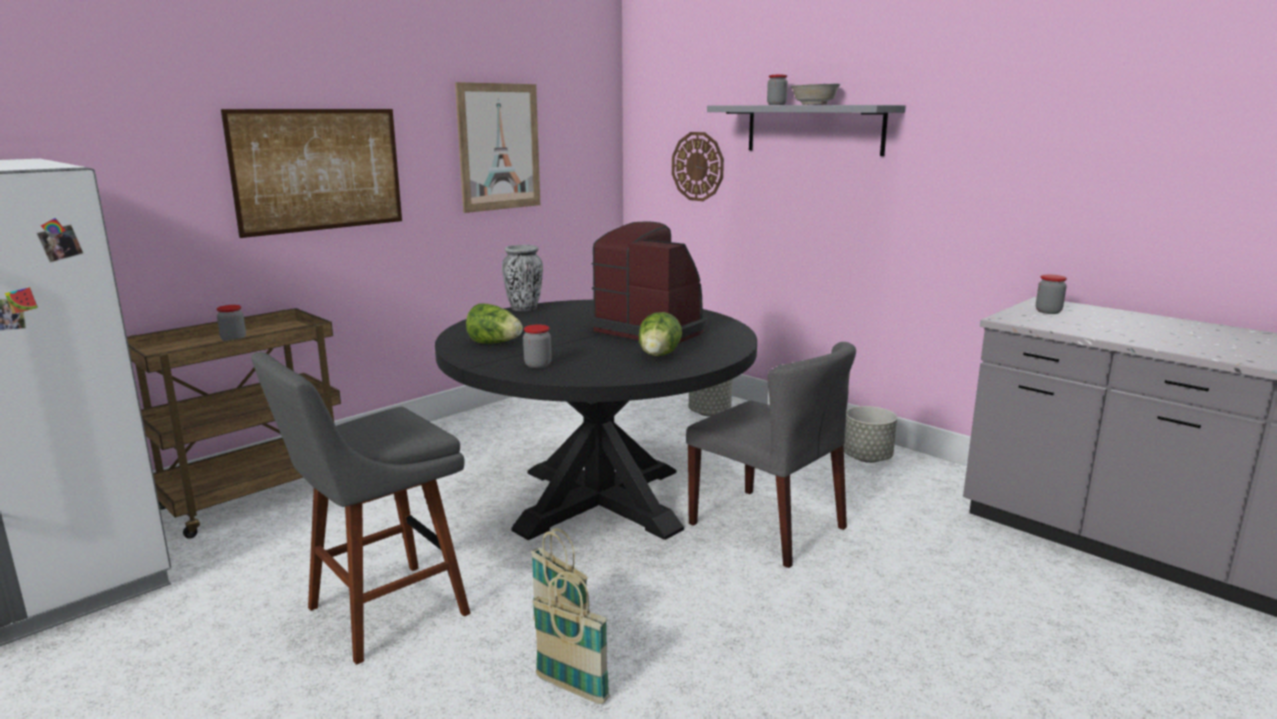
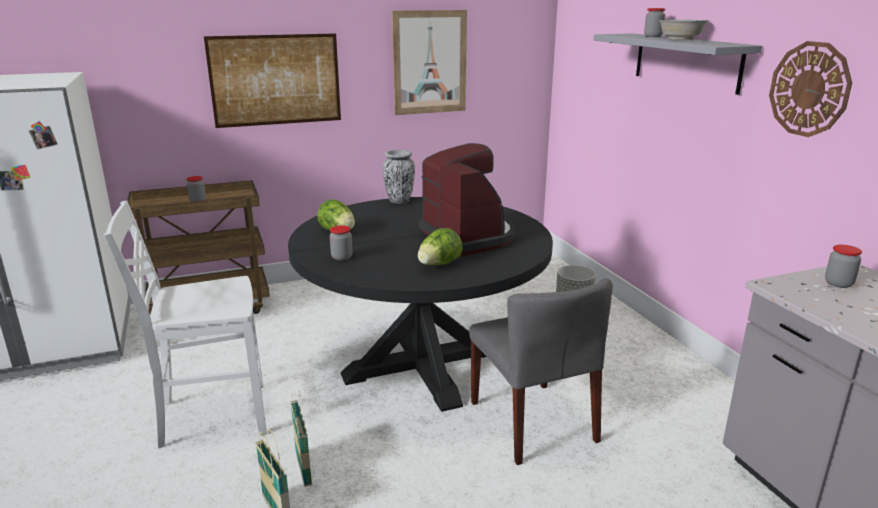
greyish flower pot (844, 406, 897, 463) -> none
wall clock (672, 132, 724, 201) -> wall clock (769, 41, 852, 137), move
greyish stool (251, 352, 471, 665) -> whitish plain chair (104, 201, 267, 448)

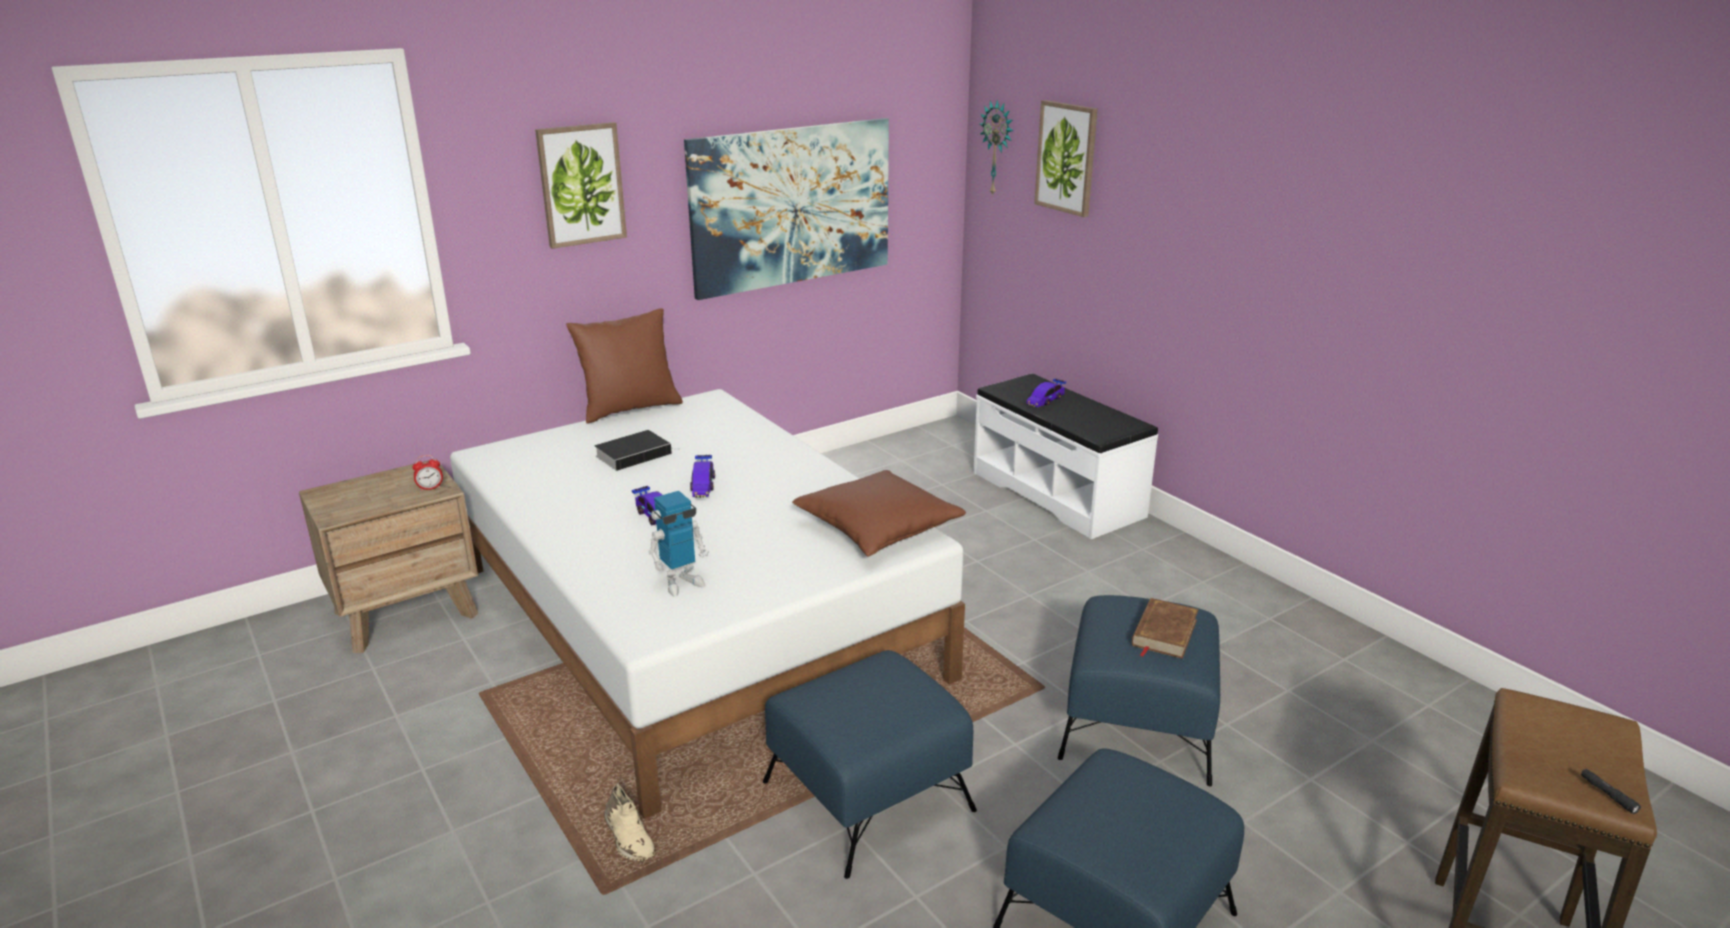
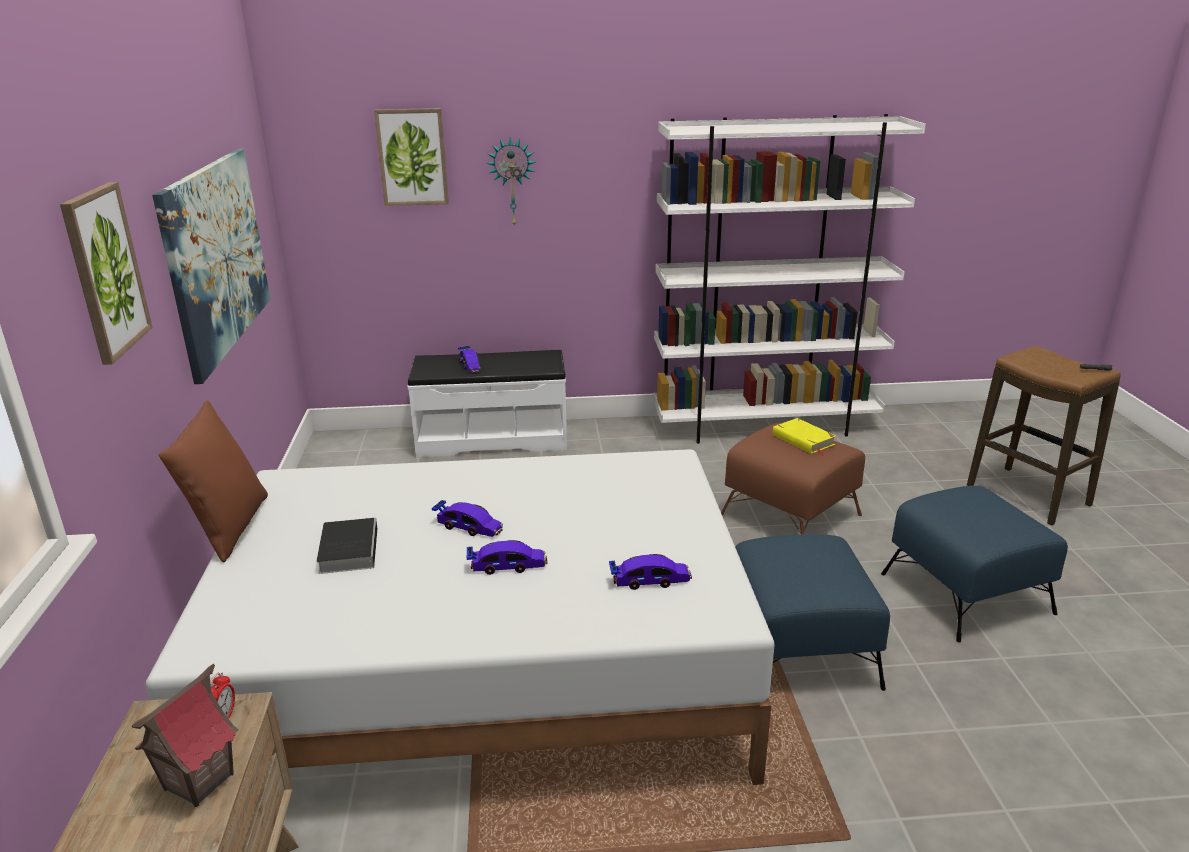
sand-coloured shoe (604, 784, 655, 861) -> none
brownish throw pillow (792, 470, 966, 556) -> none
none -> miniature house (132, 663, 238, 807)
none -> whitish bookcase (653, 114, 926, 444)
wall clock (980, 99, 1013, 197) -> wall clock (486, 137, 536, 228), move
model robot (648, 491, 709, 597) -> model car (609, 554, 692, 590)
blue footrest (1058, 595, 1220, 786) -> brownish footrest (721, 423, 865, 535)
brownish bound book (1132, 598, 1199, 659) -> yellow-coloured bound book (772, 418, 836, 456)

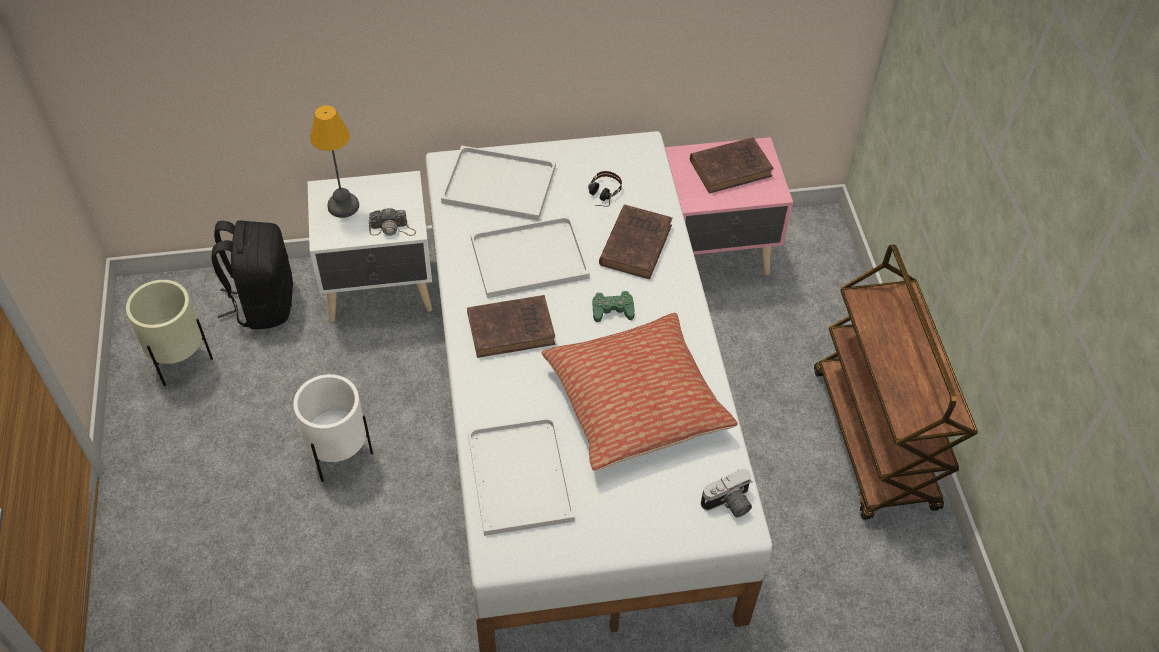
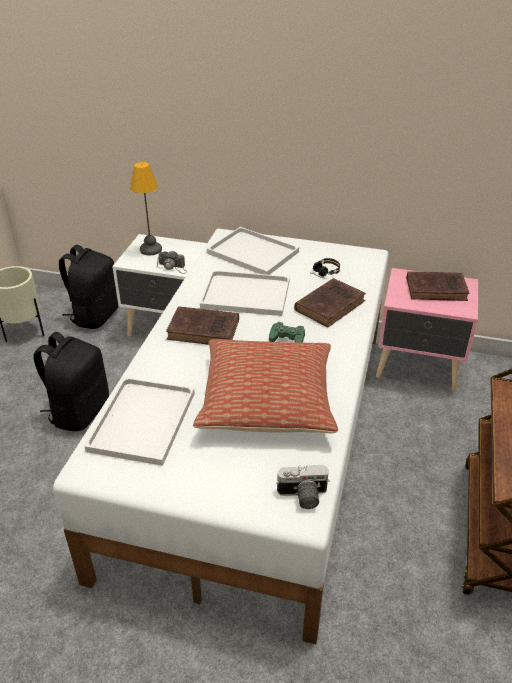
whitish flower pot (293, 374, 373, 482) -> black-coloured rucksack (34, 332, 109, 431)

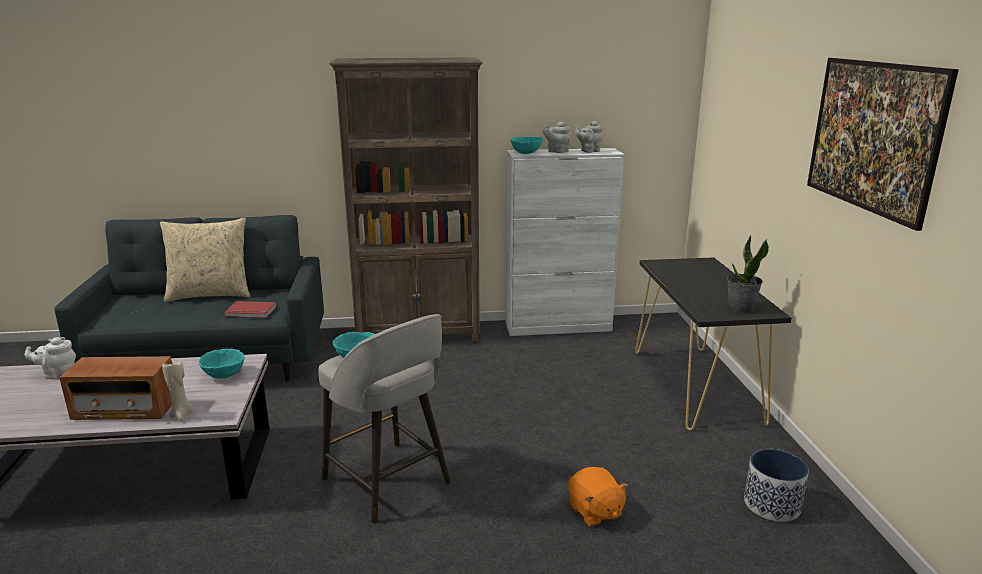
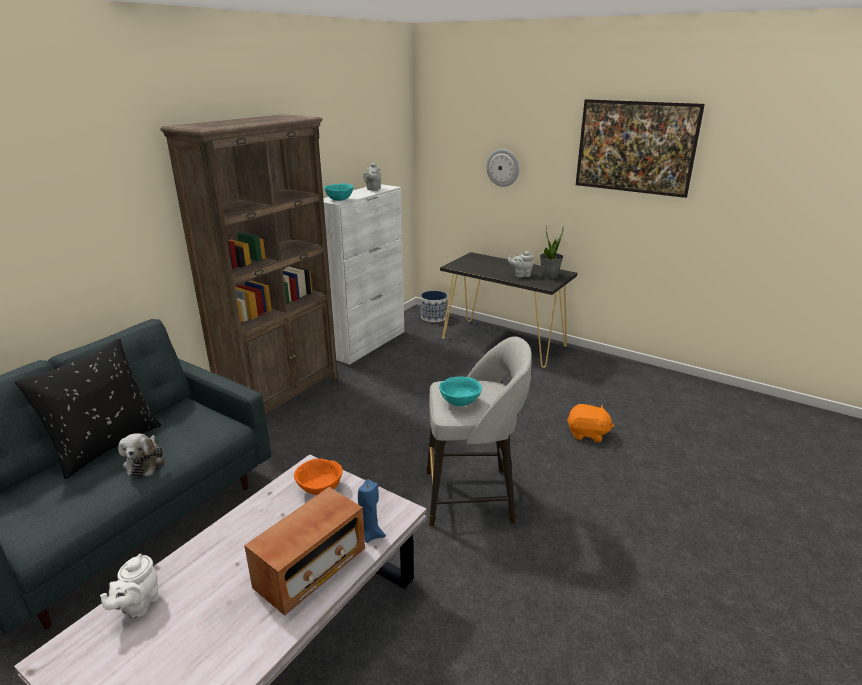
red bound book (224, 301, 277, 318) -> none
none -> soft toy (118, 433, 164, 478)
none -> wall clock (486, 149, 519, 187)
greyish teapot (543, 122, 570, 153) -> greyish teapot (508, 251, 534, 278), move
flower pot (744, 449, 809, 522) -> flower pot (421, 291, 448, 322), move
sand-coloured throw pillow (160, 218, 250, 302) -> black-coloured throw pillow (15, 338, 161, 479)
sand-coloured candle (162, 360, 194, 421) -> blue candle (358, 479, 386, 543)
turquoise bowl (199, 349, 244, 378) -> orangey bowl (294, 459, 343, 495)

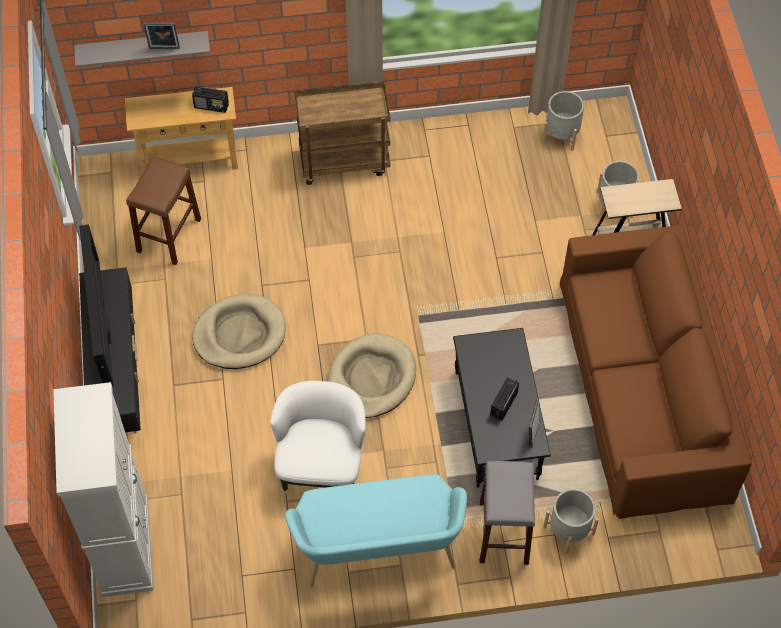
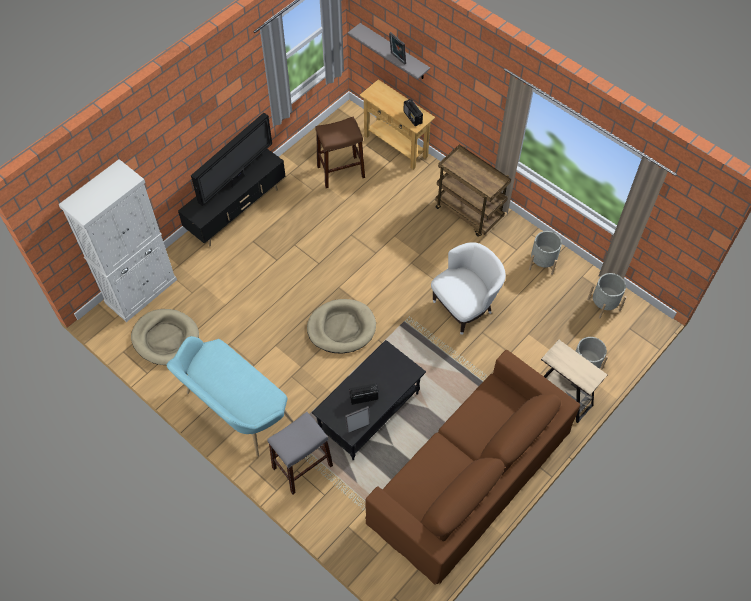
sand-coloured pet bed (192, 294, 286, 369) -> sand-coloured pet bed (131, 309, 199, 365), move
whitish armchair (270, 381, 366, 494) -> whitish armchair (431, 242, 506, 335), move
greyish flower pot (543, 489, 599, 554) -> greyish flower pot (529, 231, 562, 275), move

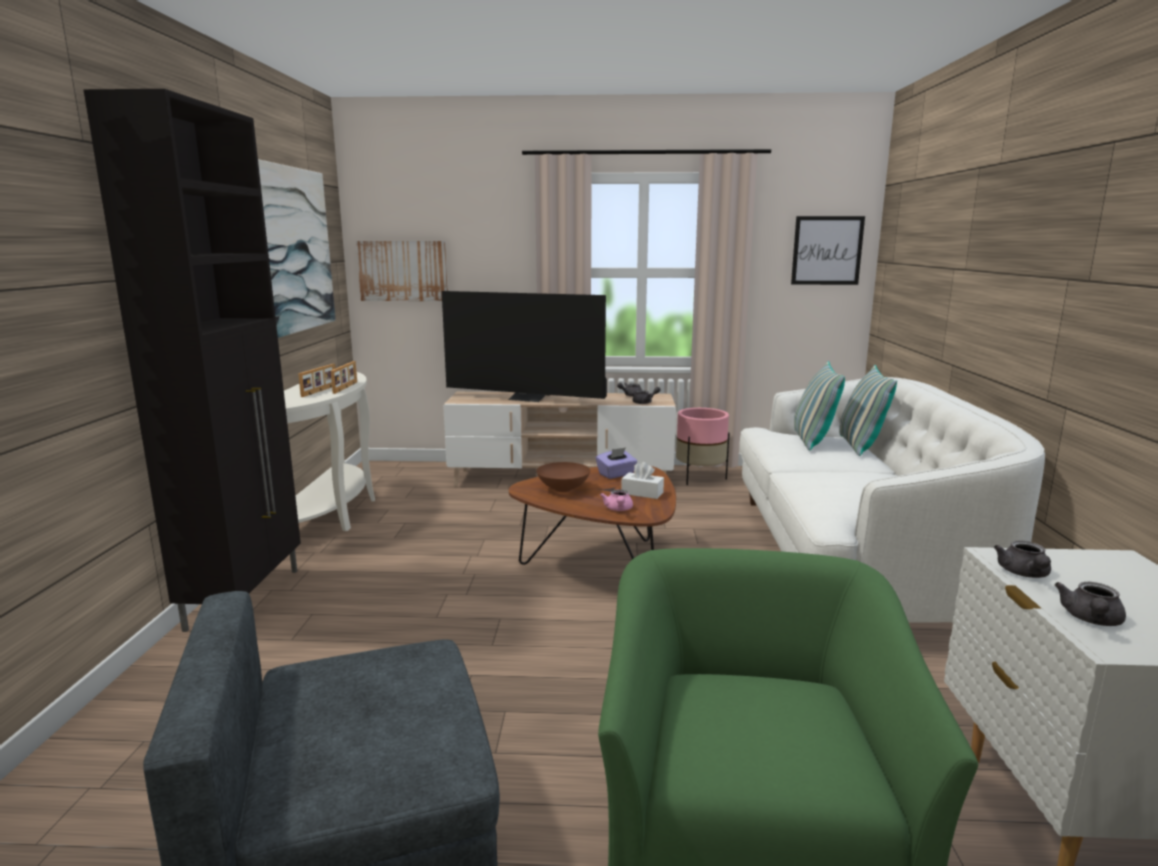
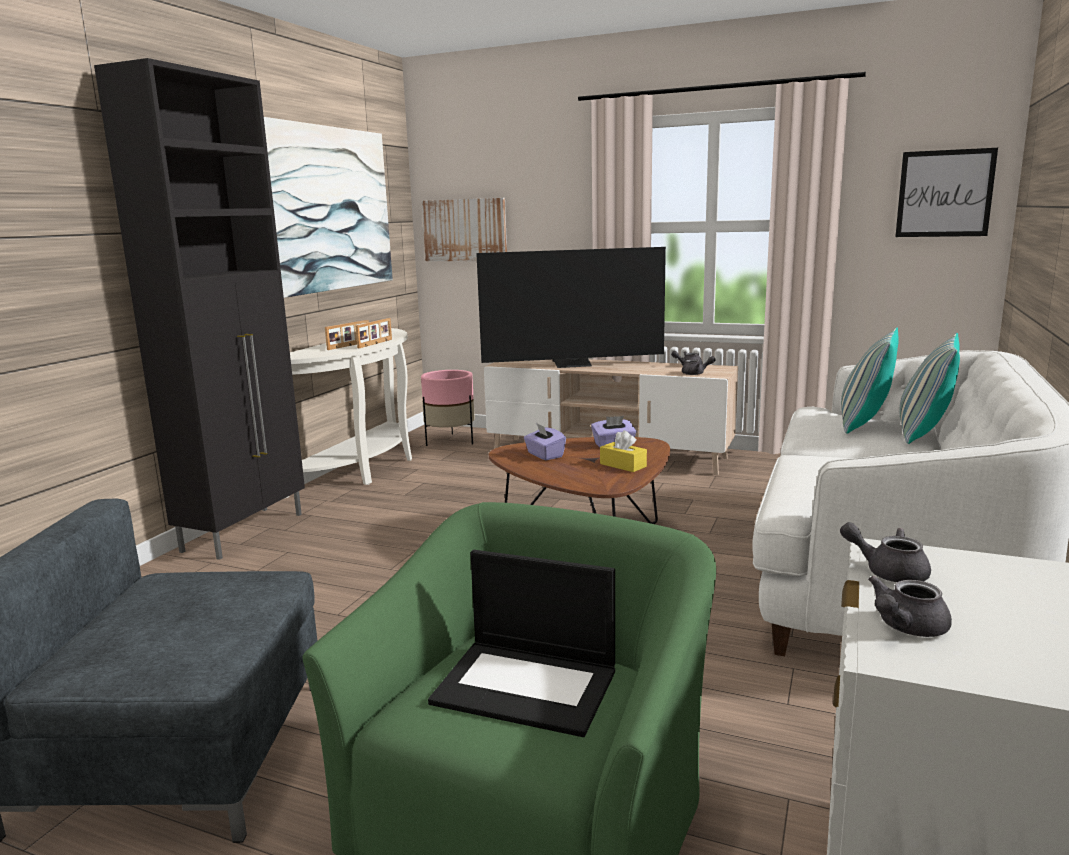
pink-coloured teapot (600, 489, 633, 511) -> none
none -> portable computer (428, 550, 615, 737)
pink-coloured flower pot (676, 408, 729, 485) -> pink-coloured flower pot (421, 370, 475, 446), move
brownish bowl (537, 462, 590, 492) -> purple tissue holder (524, 423, 566, 460)
whitish tissue holder (621, 462, 664, 499) -> yellow-coloured tissue holder (600, 430, 647, 472)
TV set (442, 291, 607, 402) -> TV set (476, 247, 666, 368), 45 degrees counterclockwise
greyish teapot (994, 540, 1051, 578) -> greyish teapot (840, 522, 931, 582), 90 degrees clockwise

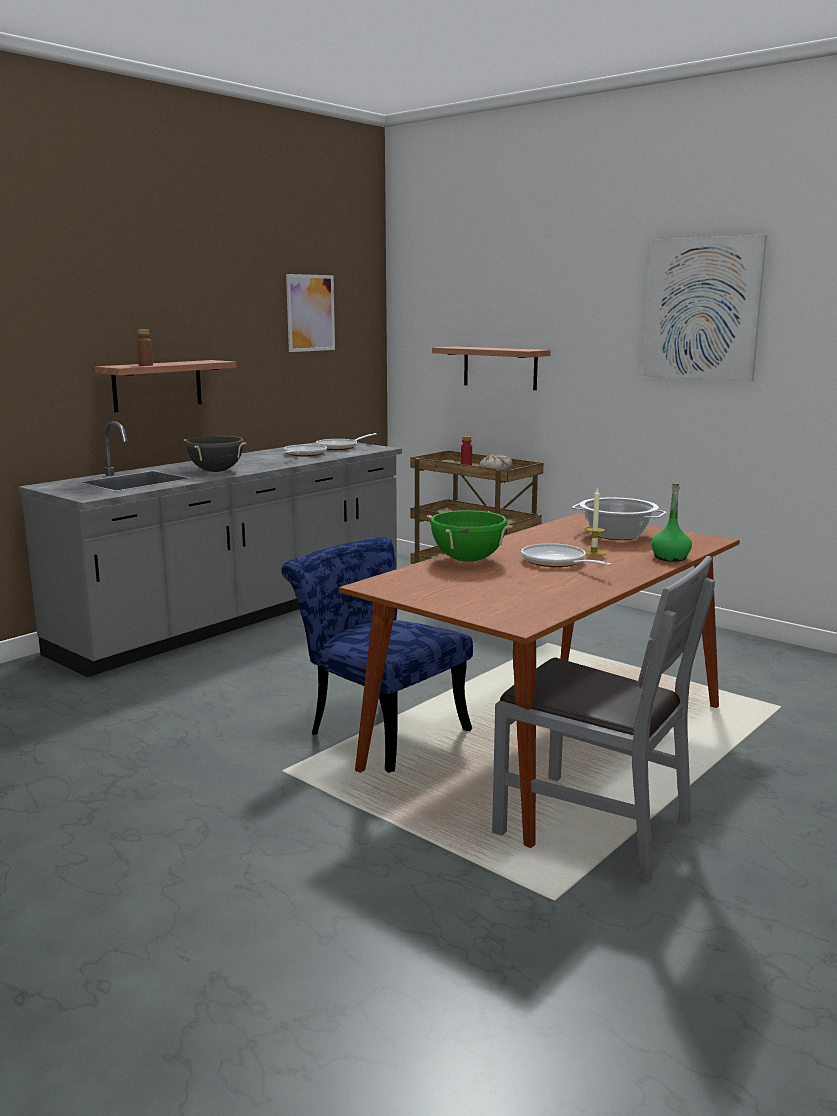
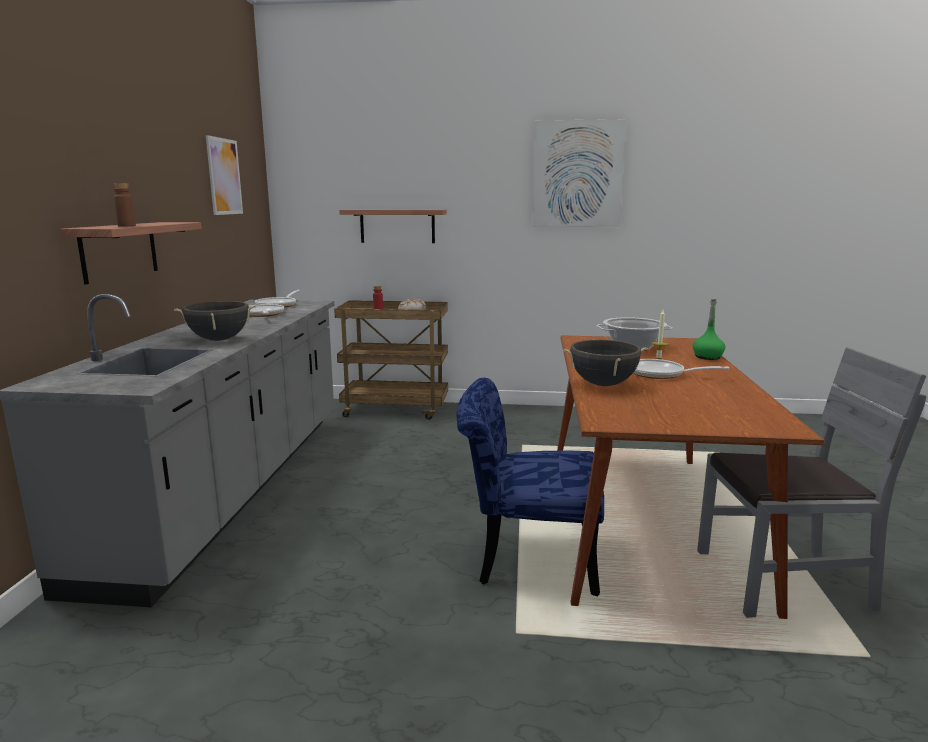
green saucepot (427, 510, 513, 562) -> black-coloured saucepot (563, 340, 648, 386)

